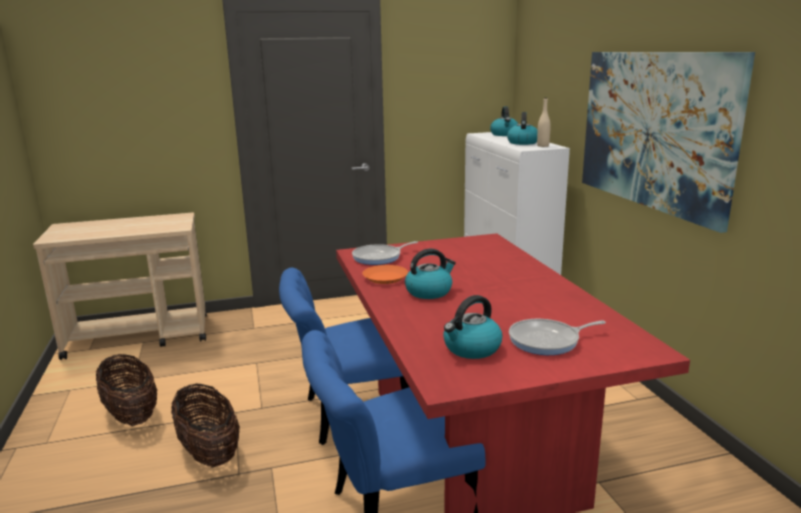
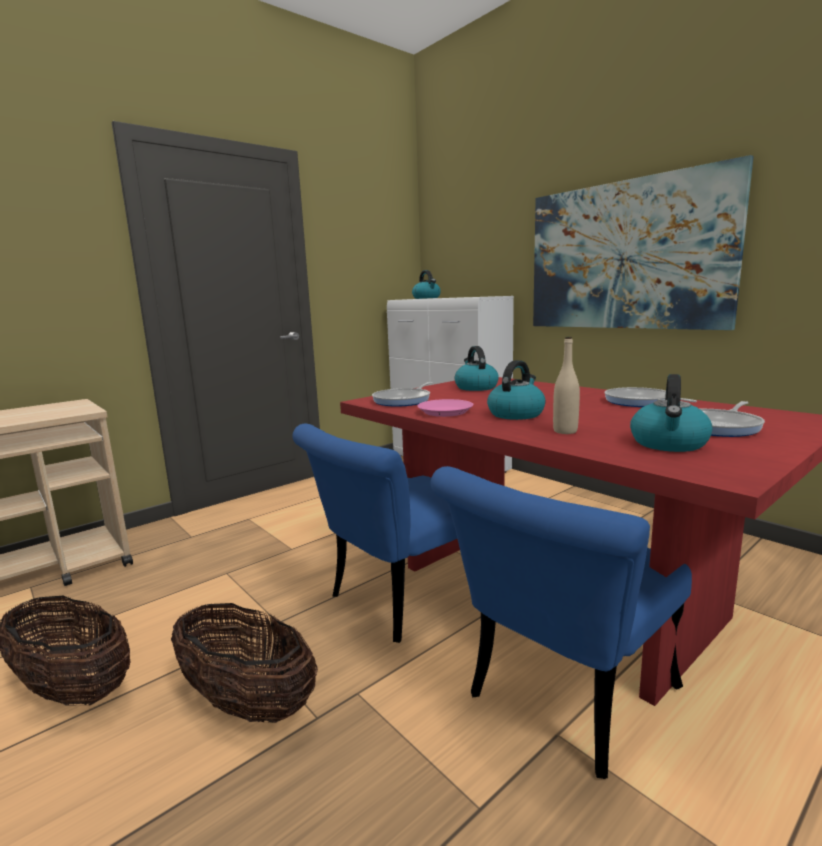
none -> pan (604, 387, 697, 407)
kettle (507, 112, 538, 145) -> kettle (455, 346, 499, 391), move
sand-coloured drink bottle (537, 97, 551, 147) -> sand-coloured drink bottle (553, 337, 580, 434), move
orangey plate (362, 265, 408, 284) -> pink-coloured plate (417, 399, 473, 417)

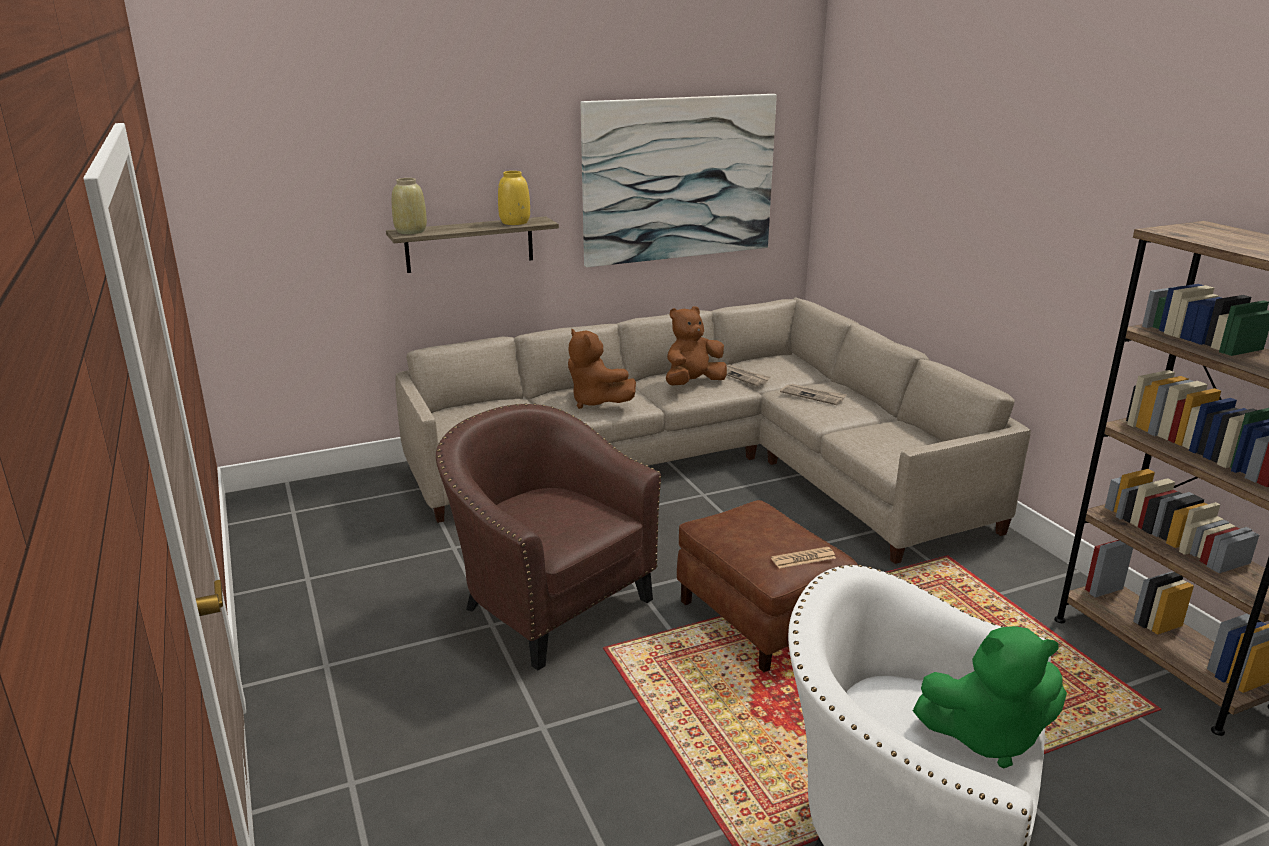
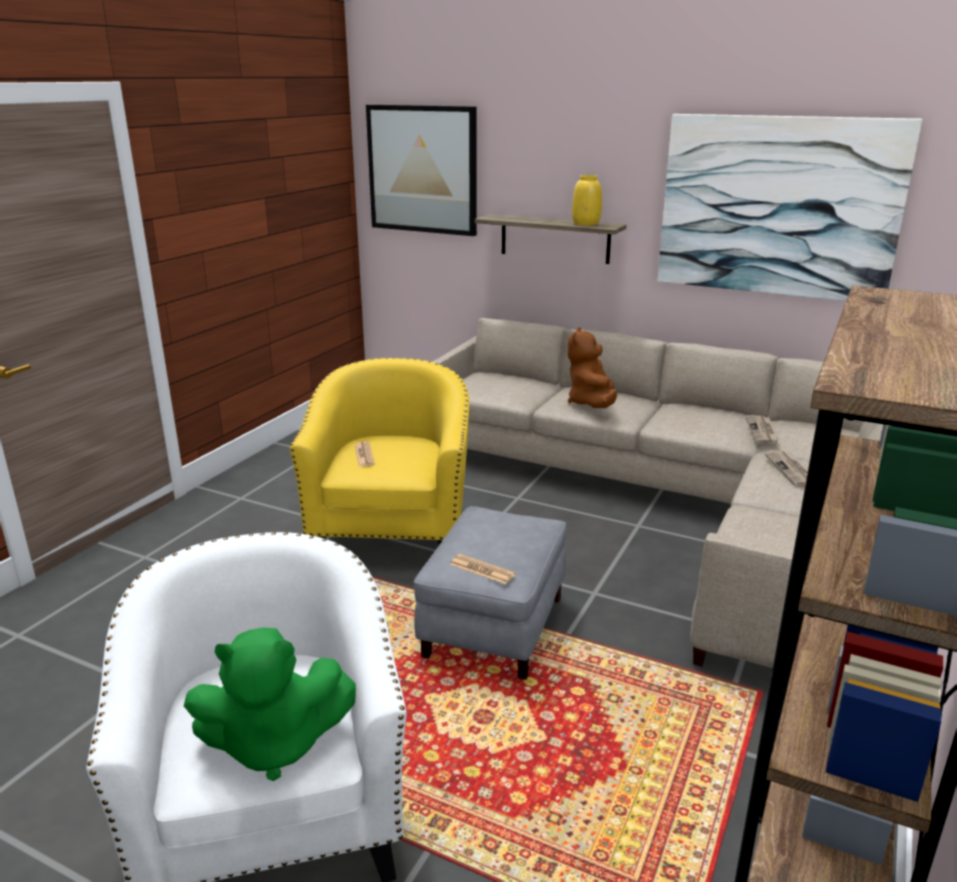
sand-coloured vase (392, 178, 427, 234) -> none
brownish soft toy (666, 306, 727, 386) -> none
none -> daily paper (355, 441, 375, 467)
none -> picture (366, 105, 477, 236)
brownish armchair (436, 404, 661, 670) -> yellow-coloured armchair (290, 358, 469, 545)
brownish footrest (677, 500, 858, 672) -> greyish footrest (414, 506, 567, 680)
green soft toy (913, 626, 1067, 768) -> green soft toy (184, 628, 356, 781), 60 degrees counterclockwise

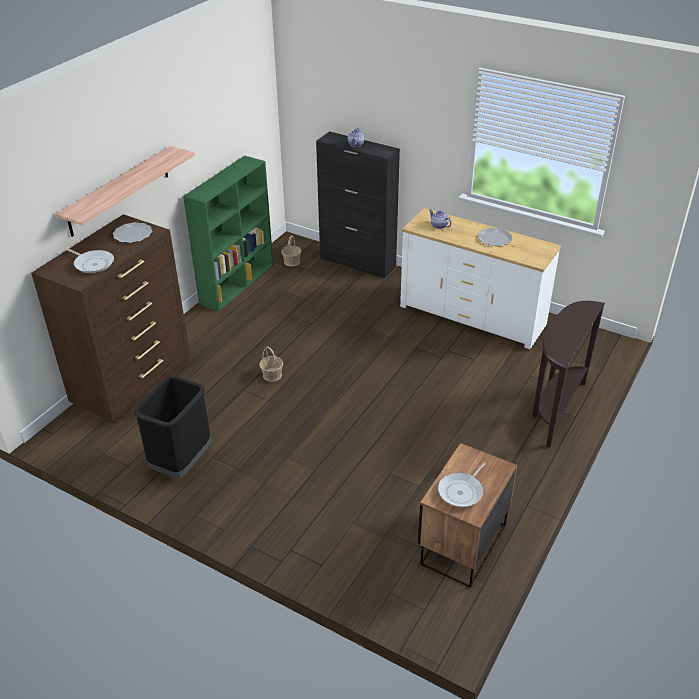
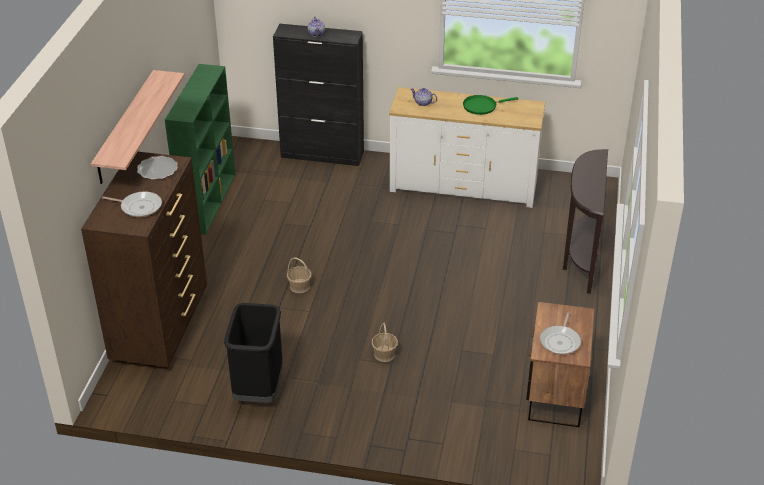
basket (281, 235, 302, 267) -> basket (371, 323, 398, 362), move
plate (478, 228, 513, 246) -> green pan (463, 95, 518, 115)

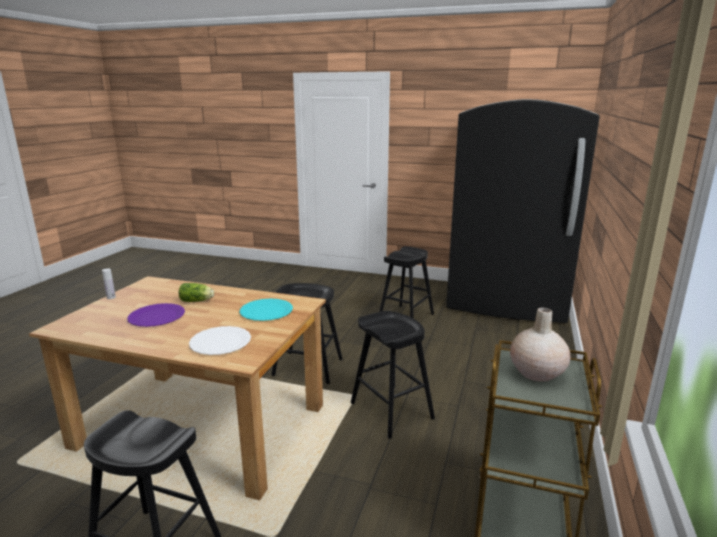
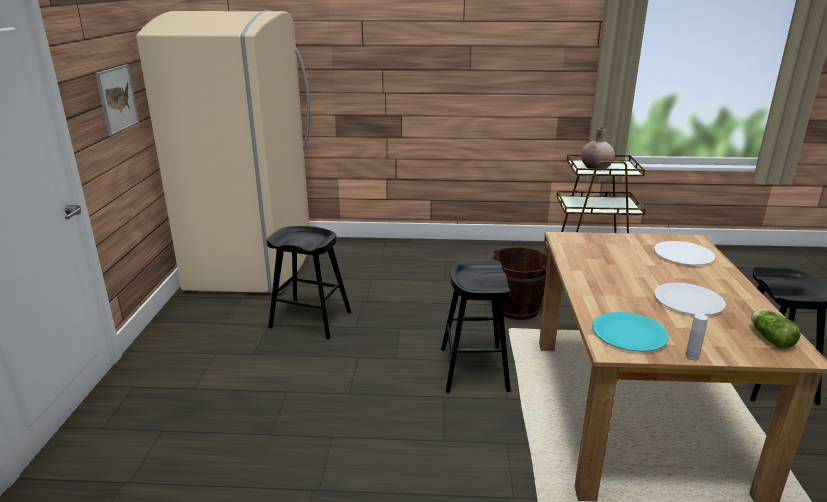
none -> picture (95, 64, 139, 136)
head of lettuce (179, 283, 214, 302) -> head of lettuce (751, 310, 801, 349), move
turquoise plate (240, 299, 293, 321) -> turquoise plate (592, 312, 669, 352), move
black-coloured stool (351, 311, 435, 439) -> brownish water bucket (491, 247, 548, 320)
purple plate (127, 303, 185, 327) -> whitish plate (654, 283, 726, 315)
black-coloured fridge (446, 99, 600, 323) -> sand-coloured fridge (136, 11, 310, 294)

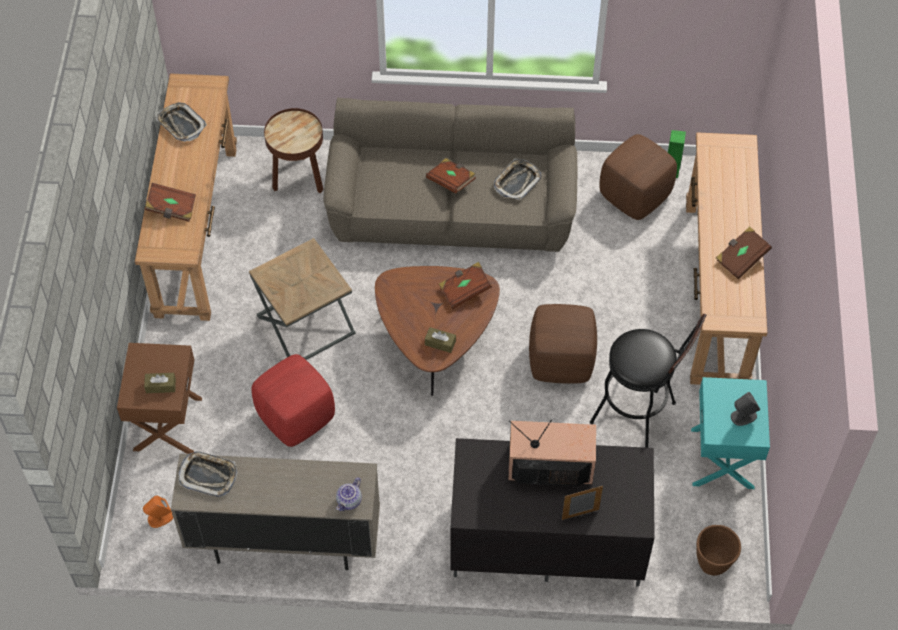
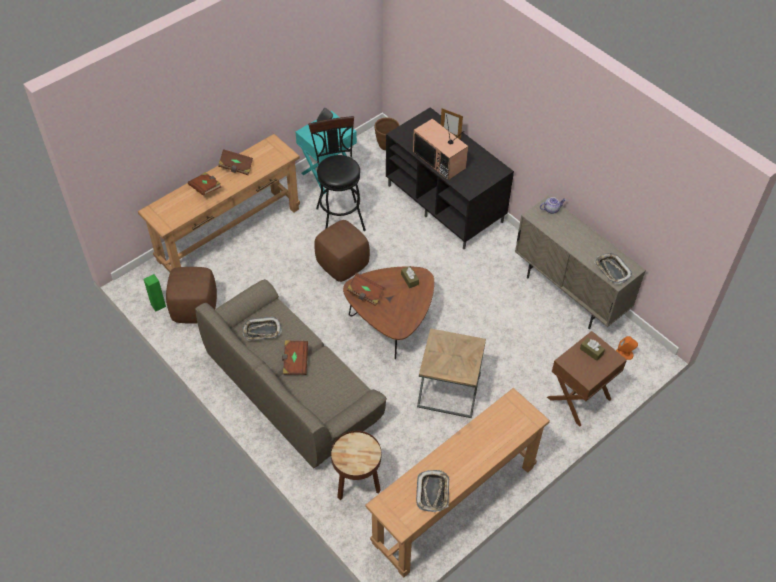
red footrest (252, 354, 335, 447) -> none
brownish bound book (145, 183, 196, 222) -> brownish bound book (188, 172, 221, 196), move

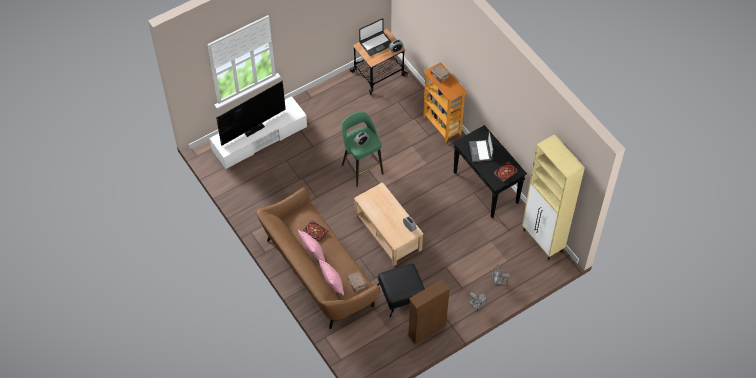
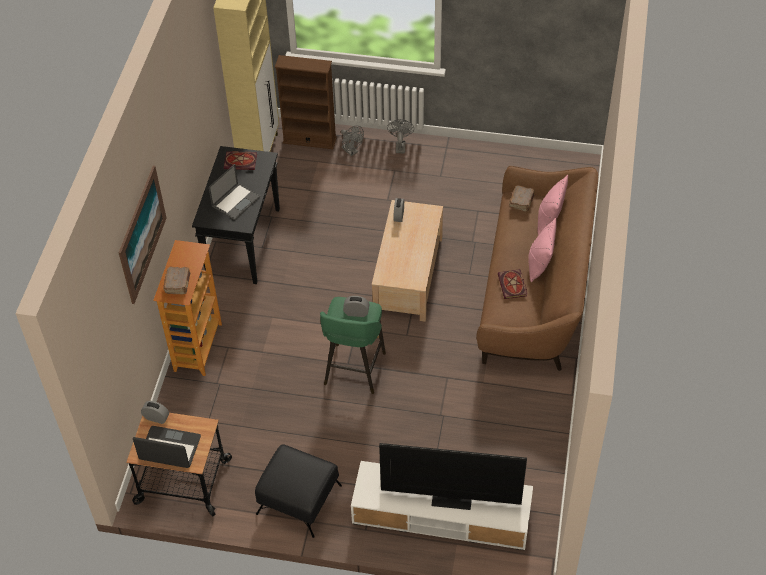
none -> picture (118, 166, 166, 304)
black-coloured footrest (378, 264, 425, 317) -> black-coloured footrest (255, 444, 342, 538), move
brownish bookcase (408, 279, 450, 344) -> brownish bookcase (275, 55, 337, 149), move

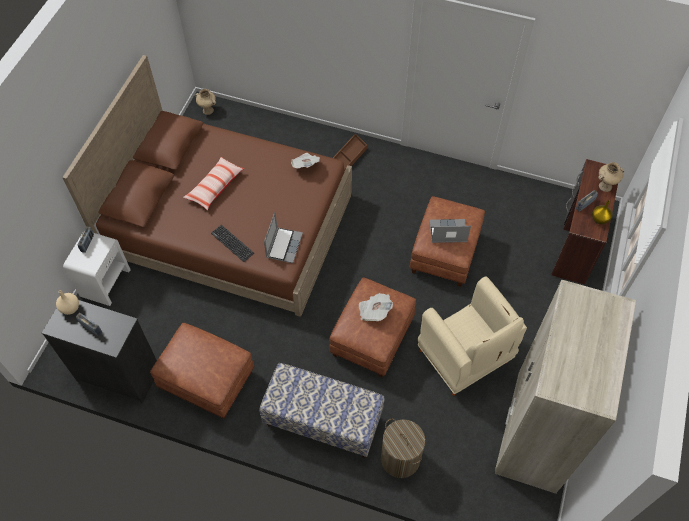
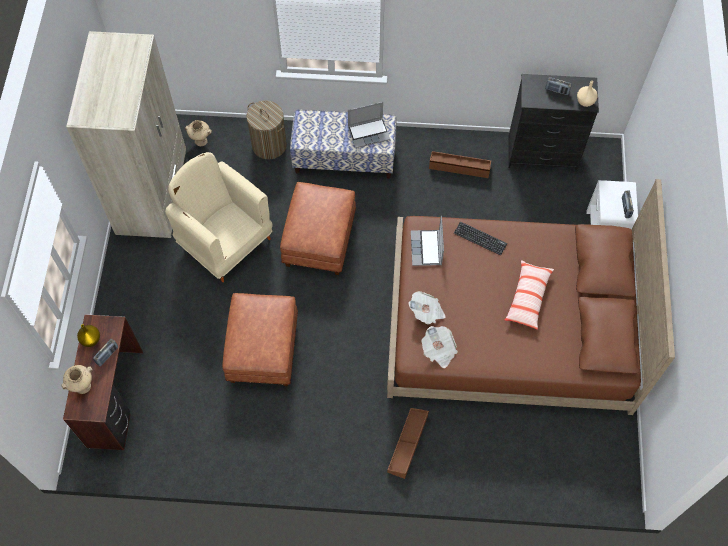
sand-coloured vase (195, 89, 216, 115) -> sand-coloured vase (185, 120, 212, 146), move
daily paper (358, 293, 393, 321) -> daily paper (408, 291, 446, 325), move
portable computer (430, 219, 471, 243) -> portable computer (348, 102, 390, 148), move
brownish footrest (150, 323, 255, 419) -> brownish storage container (429, 151, 491, 178)

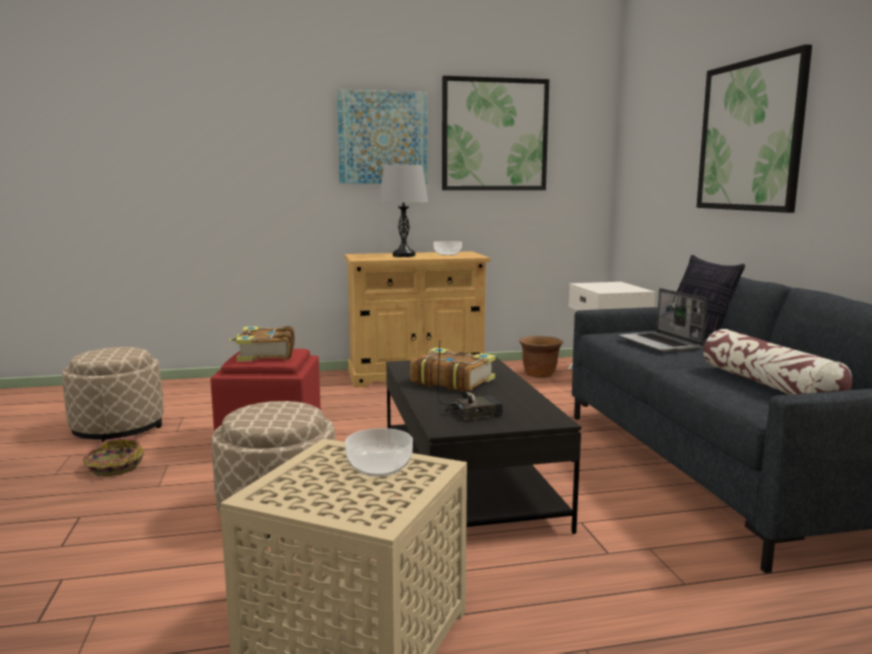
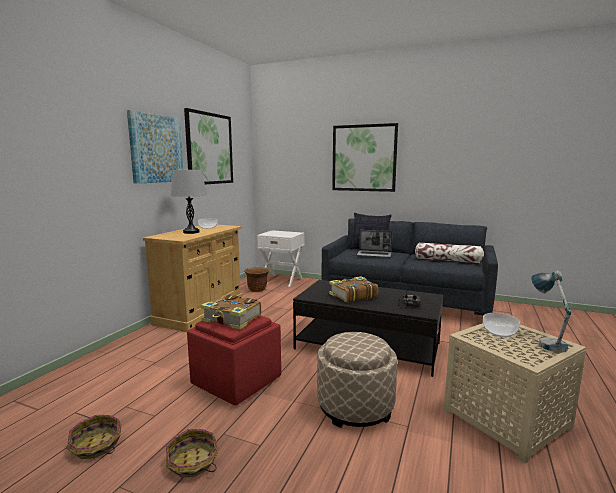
none -> table lamp (531, 271, 571, 353)
sand-coloured footrest (62, 347, 164, 442) -> basket (66, 415, 121, 459)

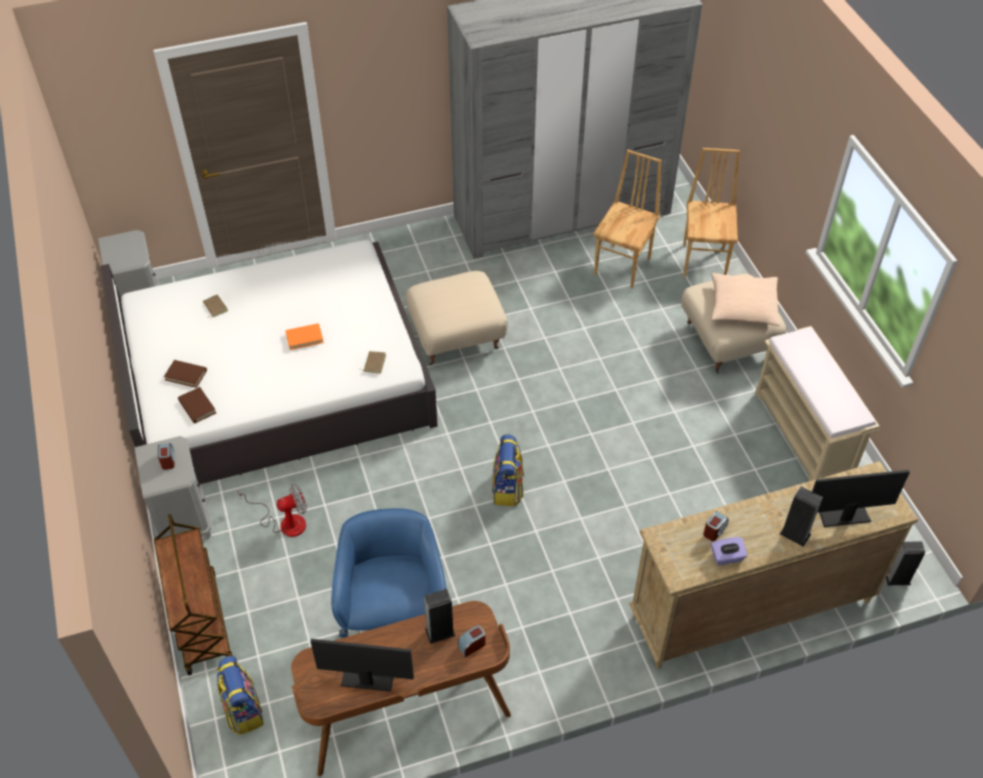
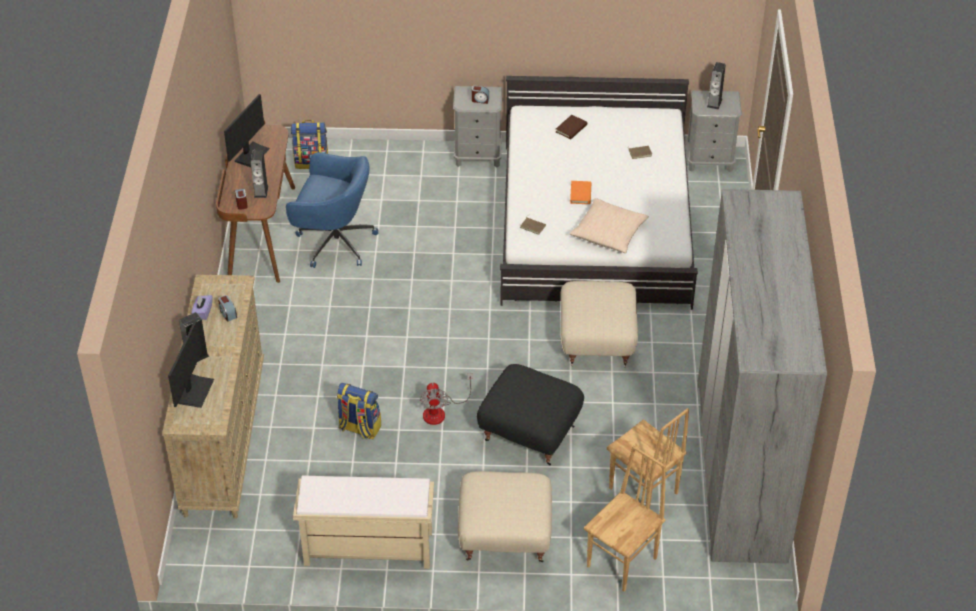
brownish cart (154, 514, 232, 675) -> none
brownish bound book (178, 387, 216, 424) -> none
none -> black-coloured footrest (477, 364, 584, 465)
fan (237, 484, 307, 537) -> fan (420, 373, 473, 425), move
rucksack (492, 434, 524, 506) -> rucksack (337, 383, 381, 439), move
sand-coloured throw pillow (711, 273, 780, 326) -> sand-coloured throw pillow (569, 198, 649, 253), move
speaker (886, 541, 925, 585) -> speaker (707, 62, 726, 109), move
brownish plain chair (683, 148, 740, 278) -> brownish plain chair (584, 446, 666, 592), 75 degrees counterclockwise

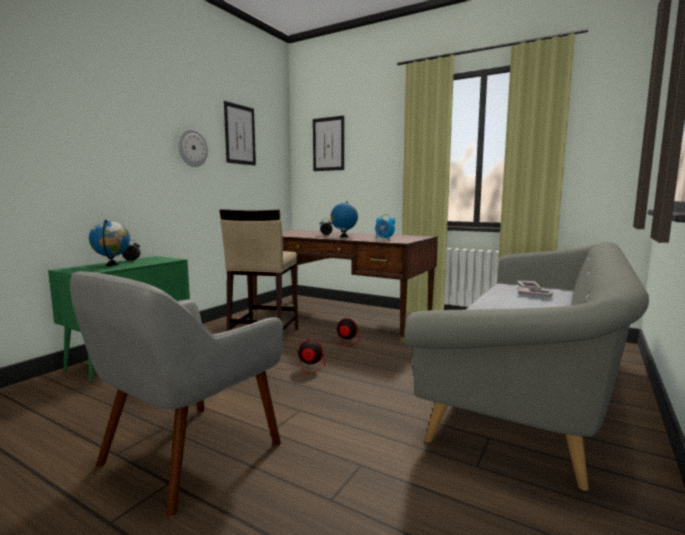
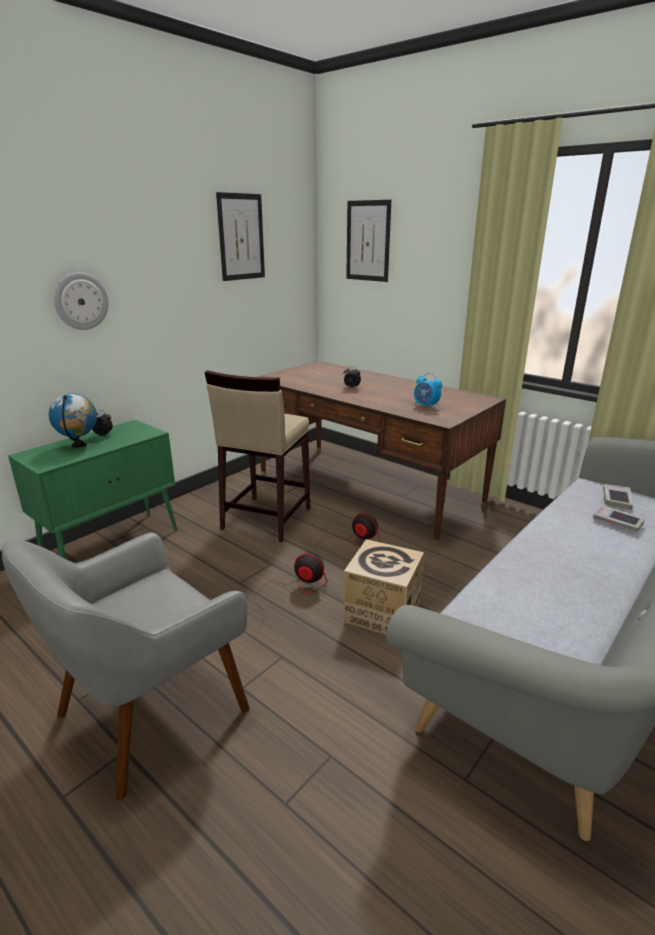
world globe (331, 202, 358, 237) -> none
none -> cardboard box (344, 539, 424, 635)
wall clock (178, 129, 208, 167) -> wall clock (54, 272, 108, 330), move

